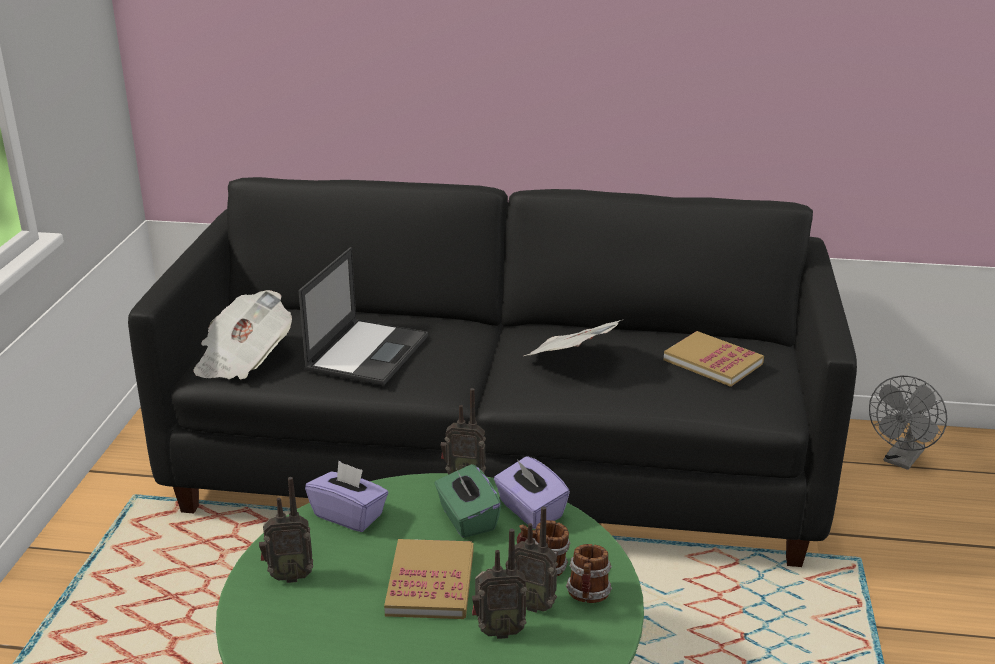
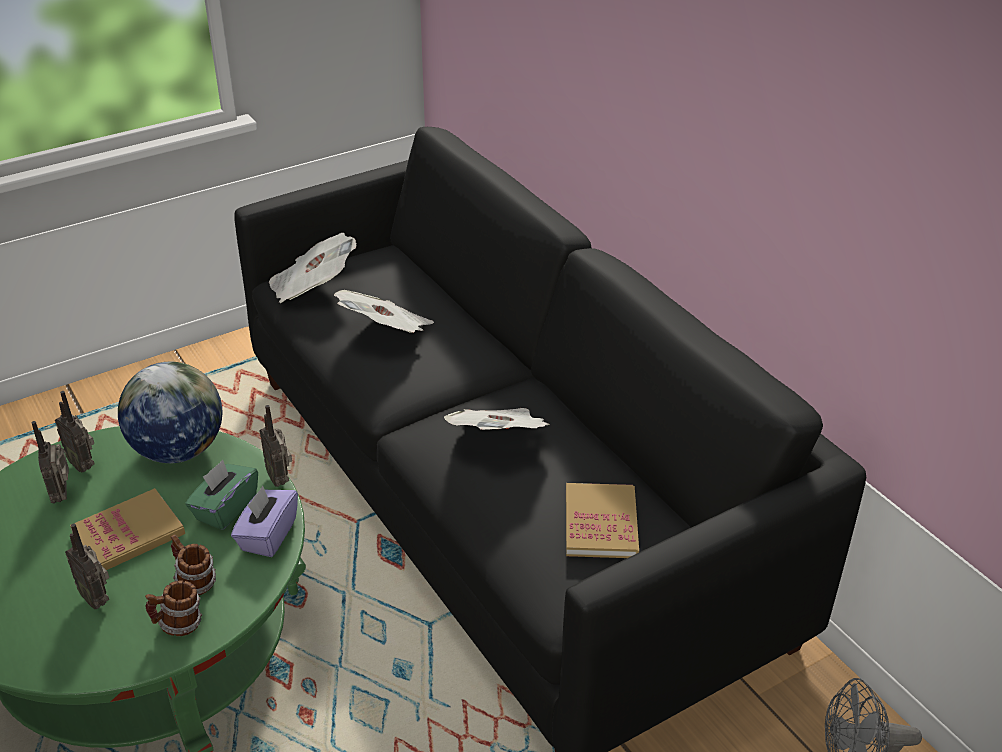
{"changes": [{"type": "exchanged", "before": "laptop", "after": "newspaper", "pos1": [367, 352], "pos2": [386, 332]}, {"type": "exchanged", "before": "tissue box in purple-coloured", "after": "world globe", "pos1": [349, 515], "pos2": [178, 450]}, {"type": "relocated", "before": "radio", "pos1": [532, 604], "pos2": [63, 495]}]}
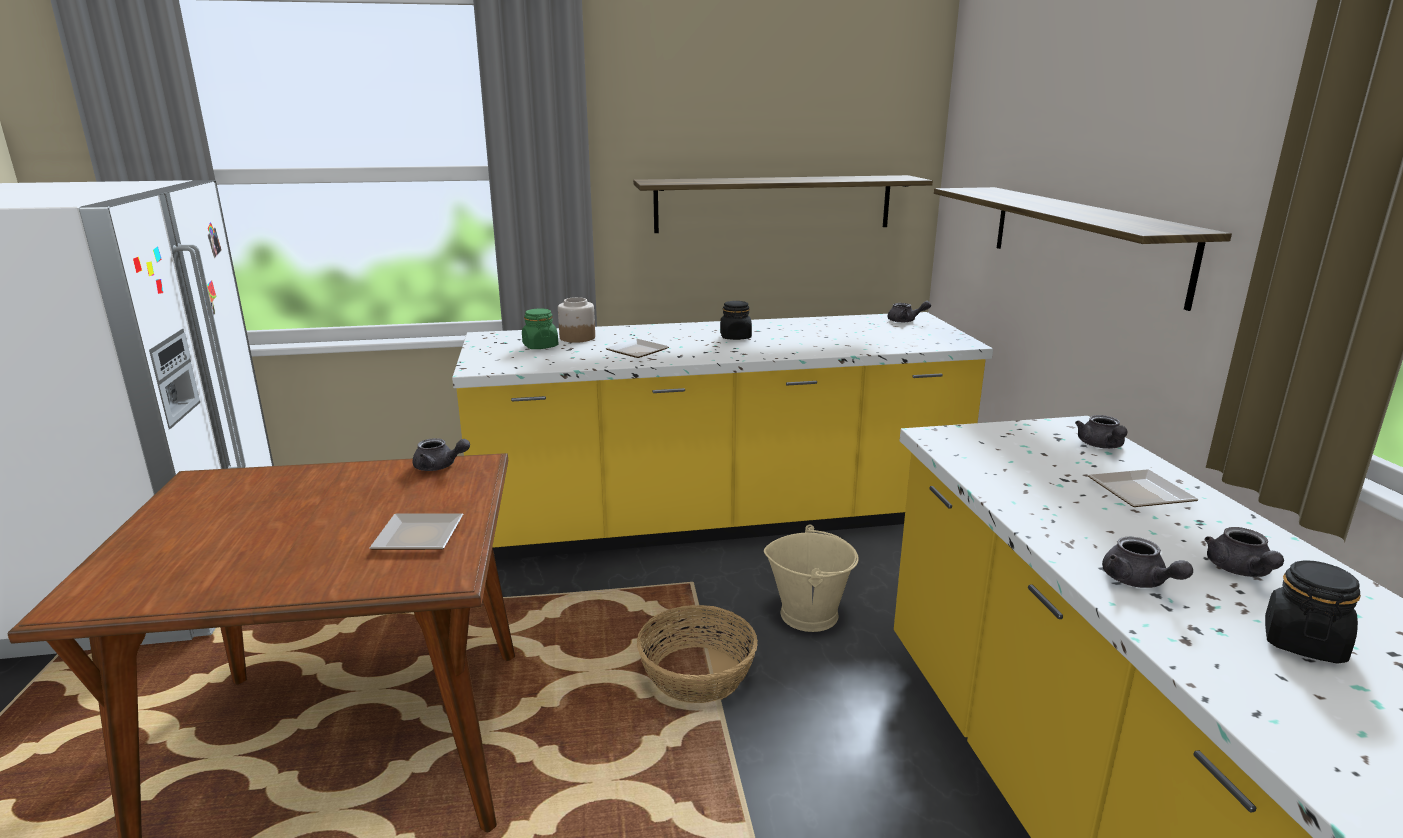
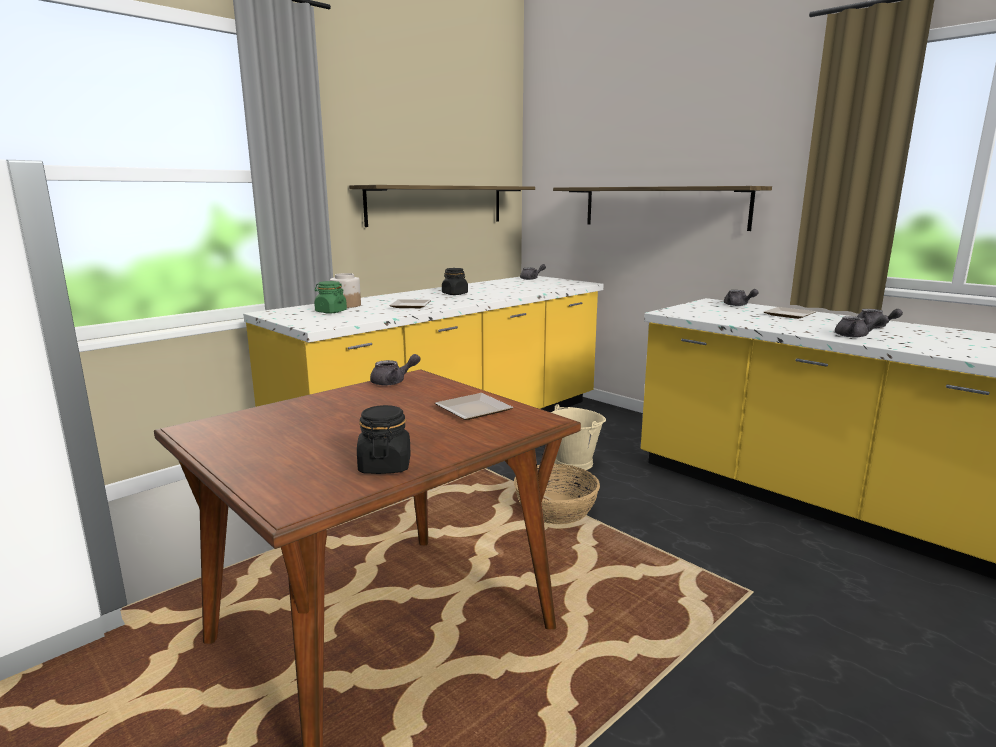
{"changes": [{"type": "relocated", "before": "jar in black", "pos1": [1303, 642], "pos2": [385, 466]}]}
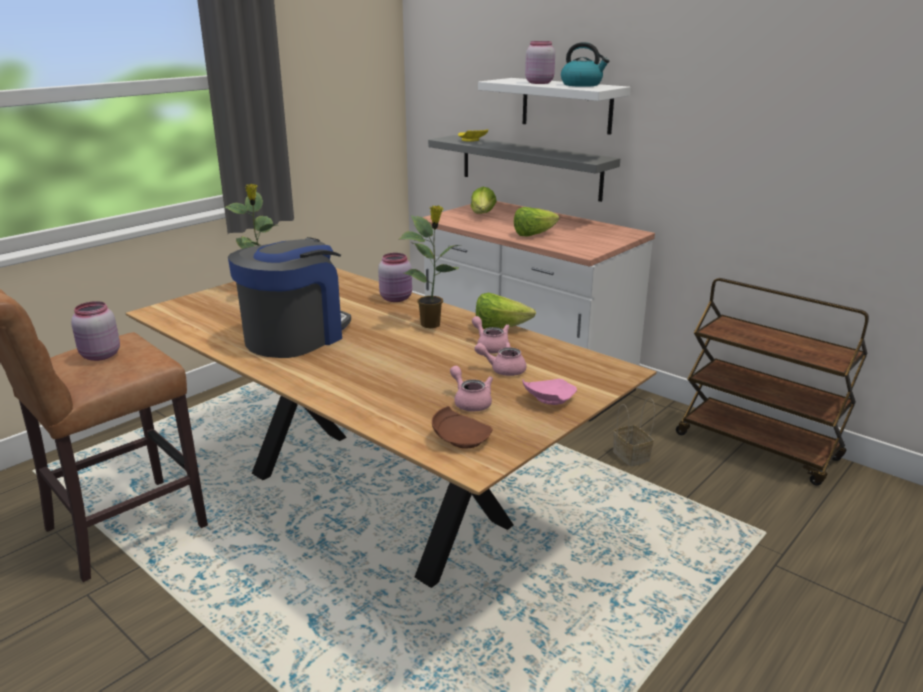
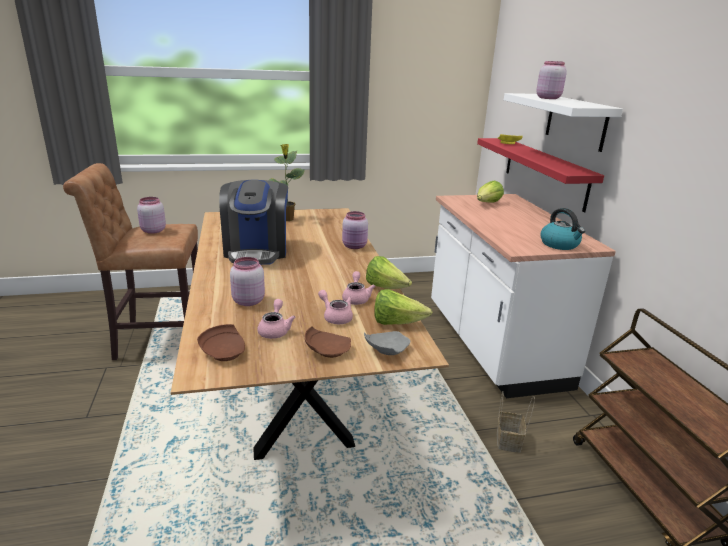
{"changes": [{"type": "spun", "before": "coffee maker", "pos1": [295, 336], "pos2": [256, 251], "turn": 105}, {"type": "missing", "before": "plant in a pot", "pos1": [432, 324]}, {"type": "colour", "before": "shelf in greyish", "after": "shelf in red", "pos1": [529, 167], "pos2": [544, 172]}, {"type": "relocated", "before": "lettuce", "pos1": [533, 234], "pos2": [396, 323]}, {"type": "colour", "before": "flat dish in pink-coloured", "after": "flat dish in brown-coloured", "pos1": [548, 399], "pos2": [327, 350]}, {"type": "relocated", "before": "kettle", "pos1": [582, 85], "pos2": [560, 244]}, {"type": "appeared", "after": "jar in pink-coloured", "pos2": [248, 301]}, {"type": "appeared", "after": "flat dish in greyish", "pos2": [386, 349]}]}
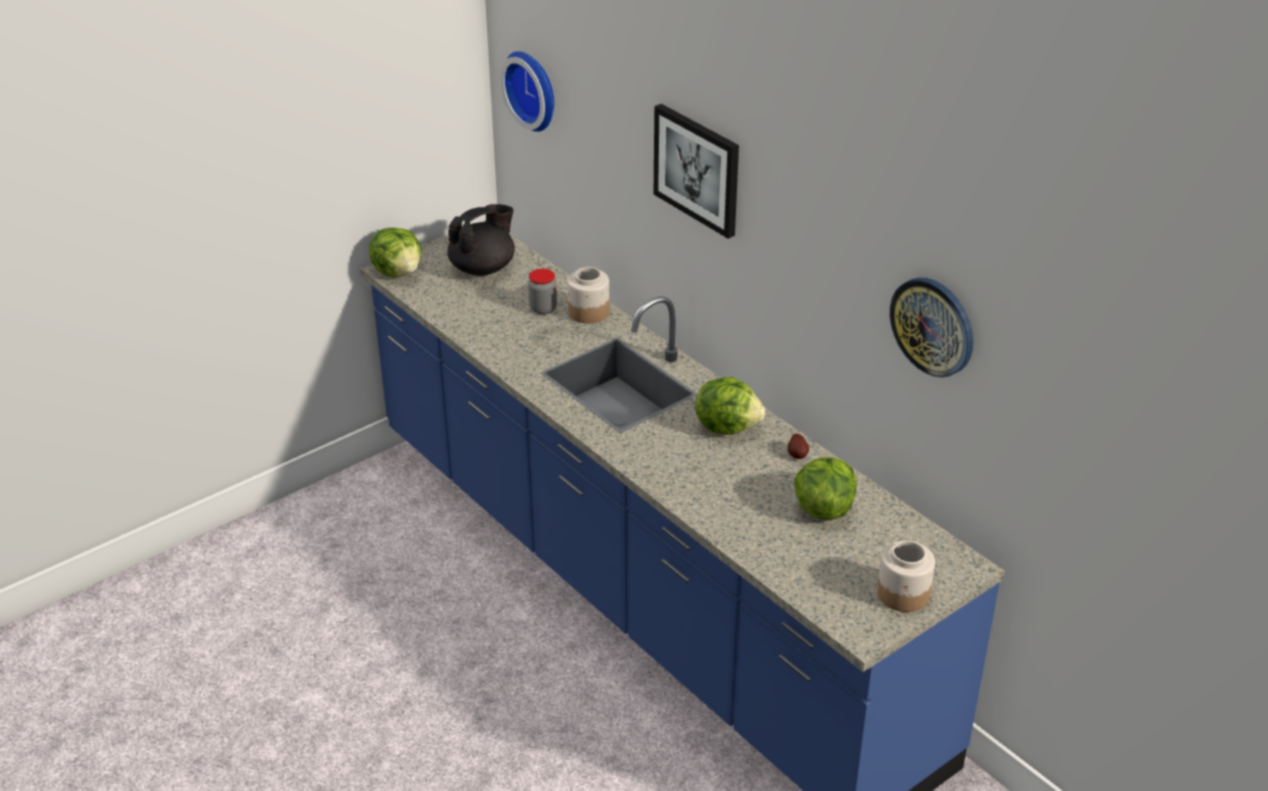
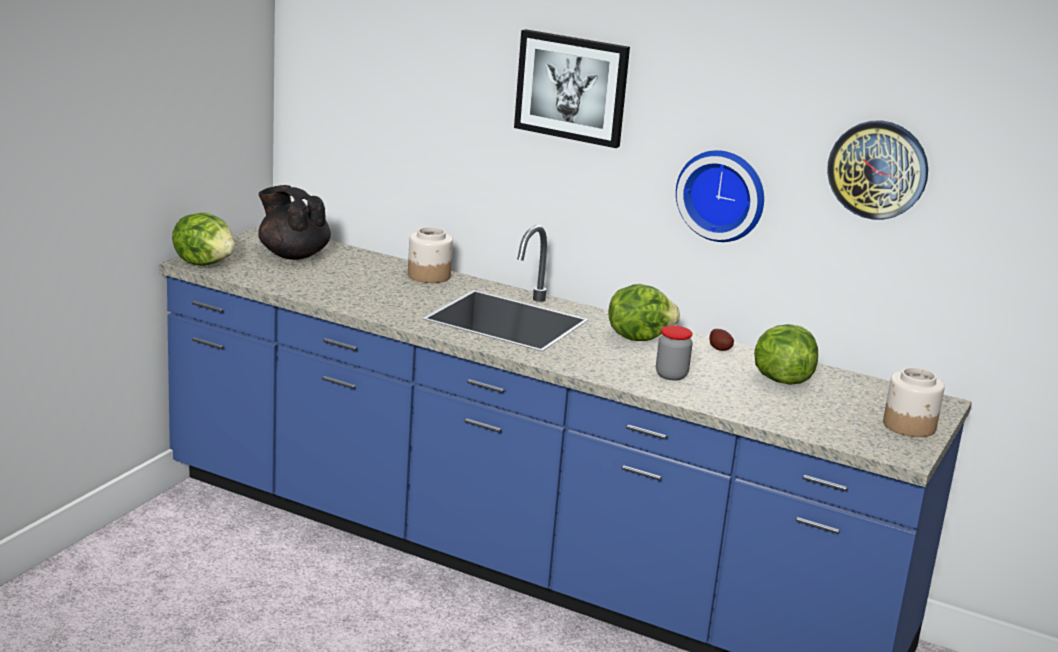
{"changes": [{"type": "spun", "before": "teapot in black", "pos1": [483, 268], "pos2": [293, 255], "turn": -75}, {"type": "relocated", "before": "wall clock", "pos1": [534, 89], "pos2": [722, 194]}, {"type": "relocated", "before": "jar", "pos1": [543, 309], "pos2": [671, 375]}]}
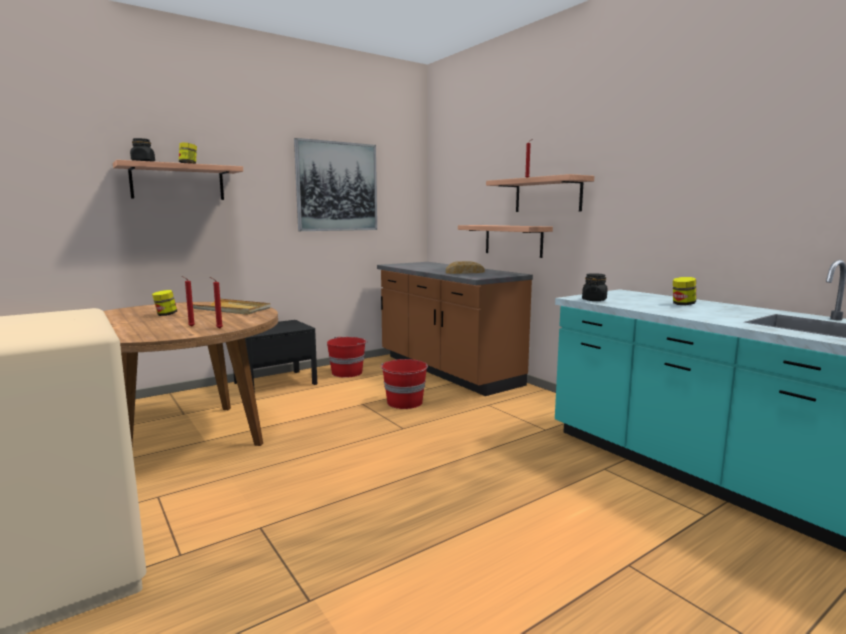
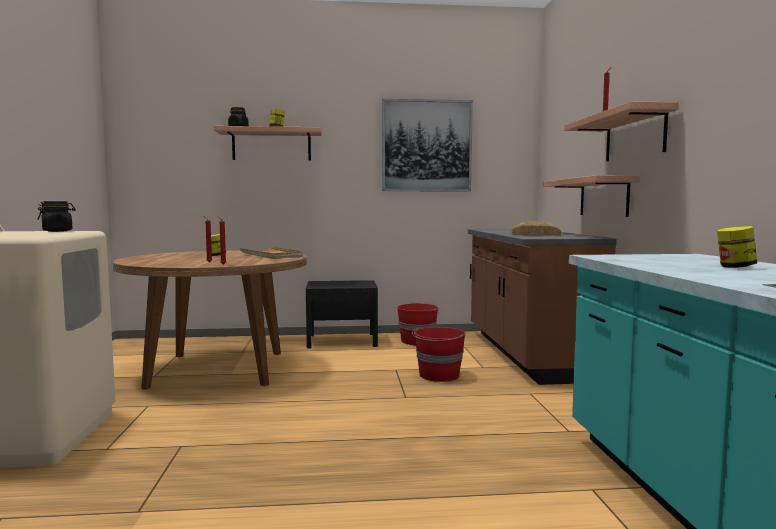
{"changes": [{"type": "relocated", "before": "jar in black", "pos1": [594, 300], "pos2": [57, 231]}]}
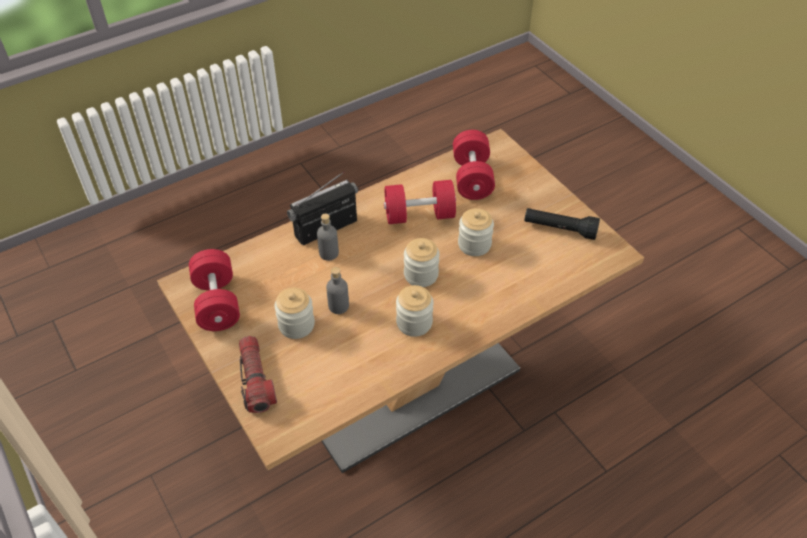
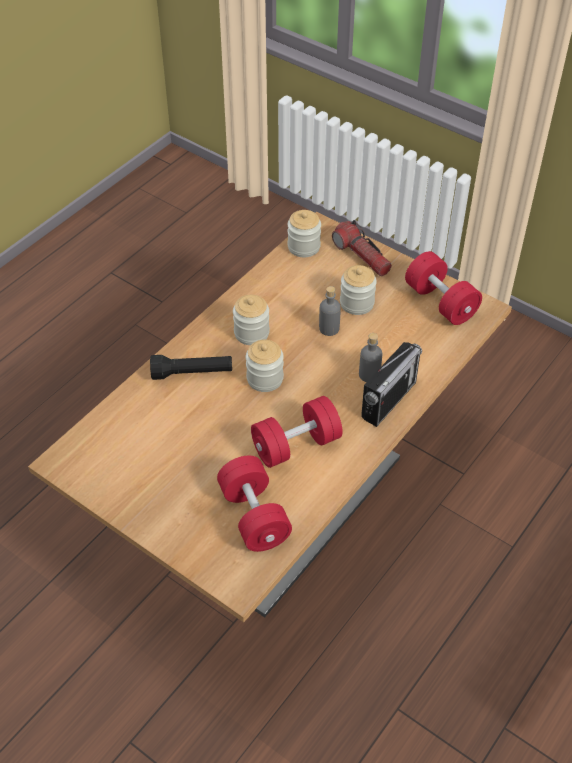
{"changes": [{"type": "relocated", "before": "jar", "pos1": [474, 244], "pos2": [303, 247]}, {"type": "relocated", "before": "torch in black", "pos1": [559, 229], "pos2": [192, 373]}]}
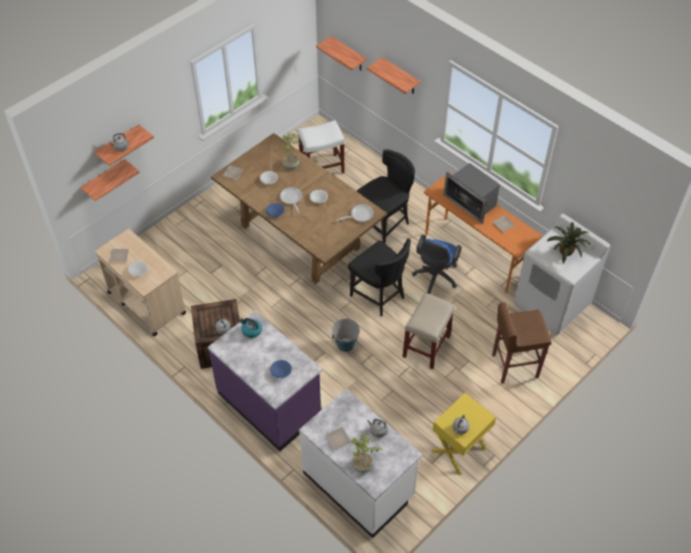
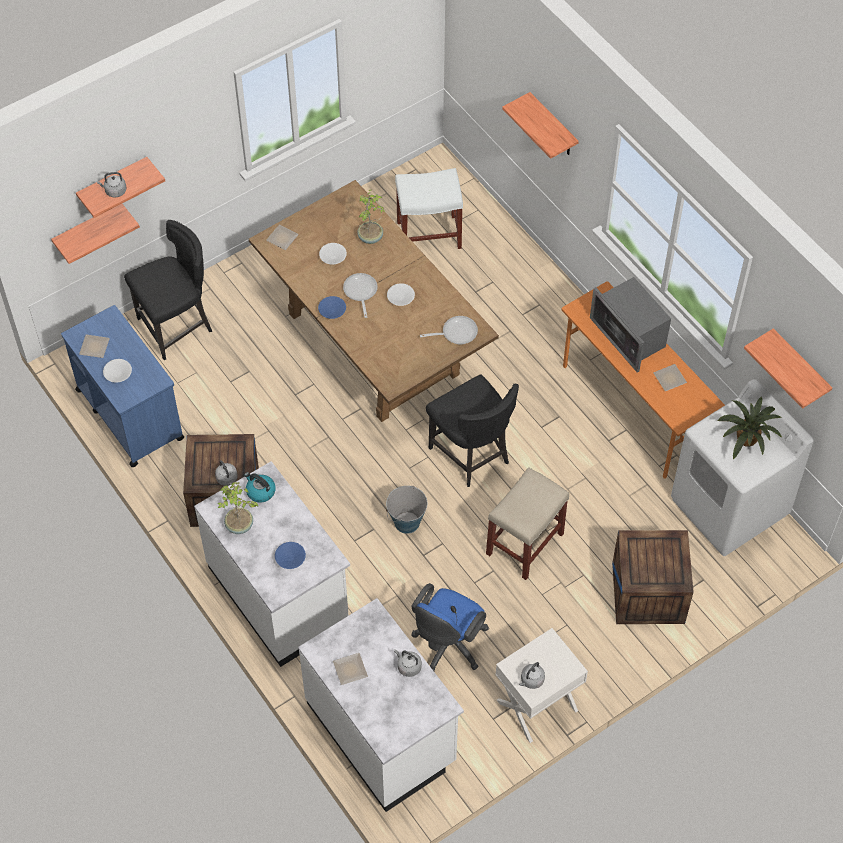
{"changes": [{"type": "colour", "before": "trolley in beige", "after": "trolley in bluish", "pos1": [146, 302], "pos2": [129, 413]}, {"type": "colour", "before": "counter in purple-coloured", "after": "counter in white-coloured", "pos1": [270, 403], "pos2": [279, 594]}, {"type": "relocated", "before": "shelf", "pos1": [348, 54], "pos2": [799, 367]}, {"type": "relocated", "before": "plant in a pot", "pos1": [363, 466], "pos2": [239, 526]}, {"type": "relocated", "before": "upright chair in black", "pos1": [385, 224], "pos2": [177, 327]}, {"type": "relocated", "before": "office chair in bluish", "pos1": [435, 278], "pos2": [447, 645]}, {"type": "colour", "before": "night table in yellow", "after": "night table in white-coloured", "pos1": [459, 449], "pos2": [537, 706]}, {"type": "exchanged", "before": "stool in brown-coloured", "after": "packing crate", "pos1": [514, 365], "pos2": [648, 593]}]}
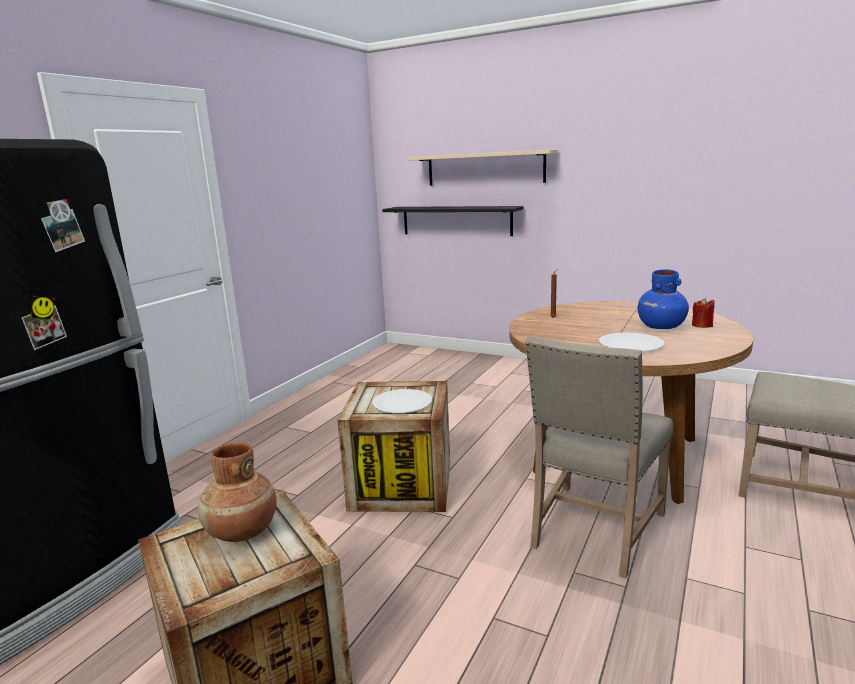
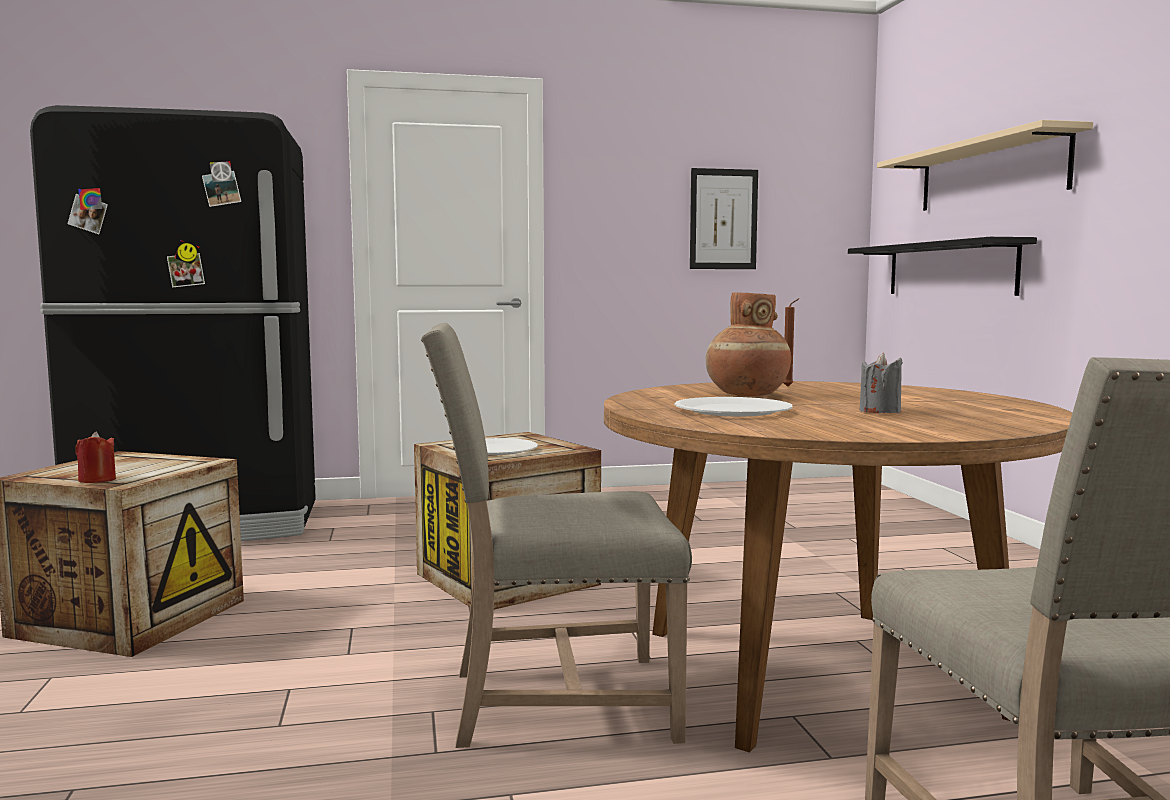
{"changes": [{"type": "relocated", "before": "vase in brown-coloured", "pos1": [241, 531], "pos2": [746, 394]}, {"type": "exchanged", "before": "vase in bluish", "after": "wax light in greyish", "pos1": [661, 327], "pos2": [880, 411]}, {"type": "relocated", "before": "wax light in red", "pos1": [702, 325], "pos2": [97, 480]}, {"type": "appeared", "after": "wall picture", "pos2": [723, 219]}]}
